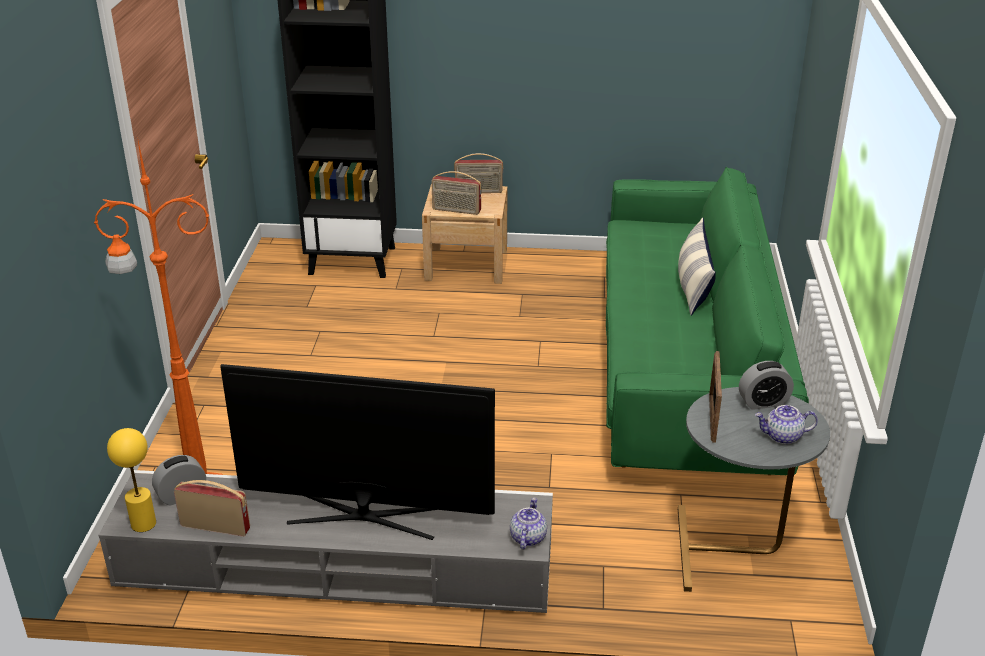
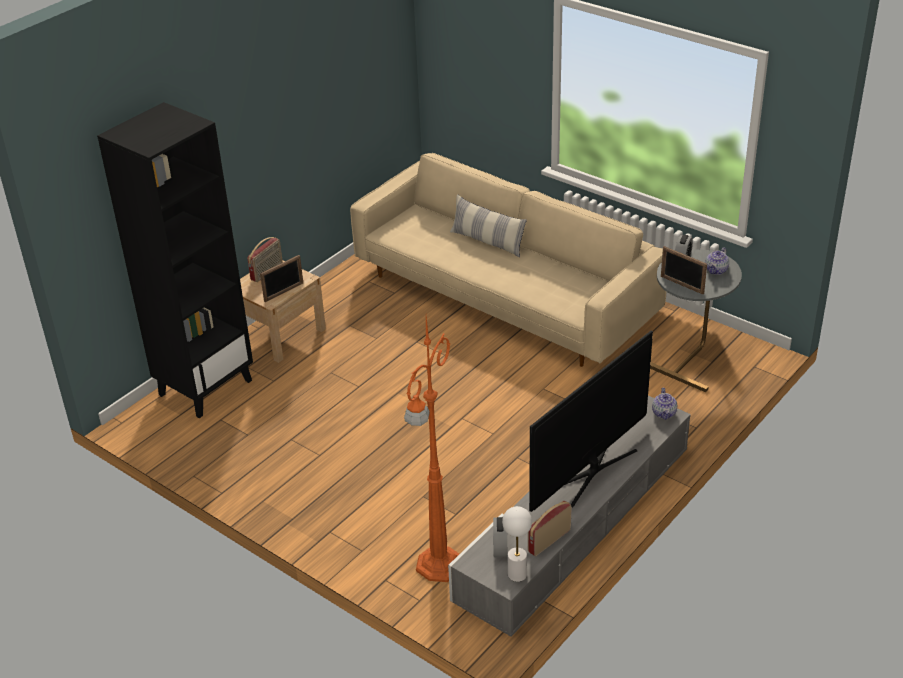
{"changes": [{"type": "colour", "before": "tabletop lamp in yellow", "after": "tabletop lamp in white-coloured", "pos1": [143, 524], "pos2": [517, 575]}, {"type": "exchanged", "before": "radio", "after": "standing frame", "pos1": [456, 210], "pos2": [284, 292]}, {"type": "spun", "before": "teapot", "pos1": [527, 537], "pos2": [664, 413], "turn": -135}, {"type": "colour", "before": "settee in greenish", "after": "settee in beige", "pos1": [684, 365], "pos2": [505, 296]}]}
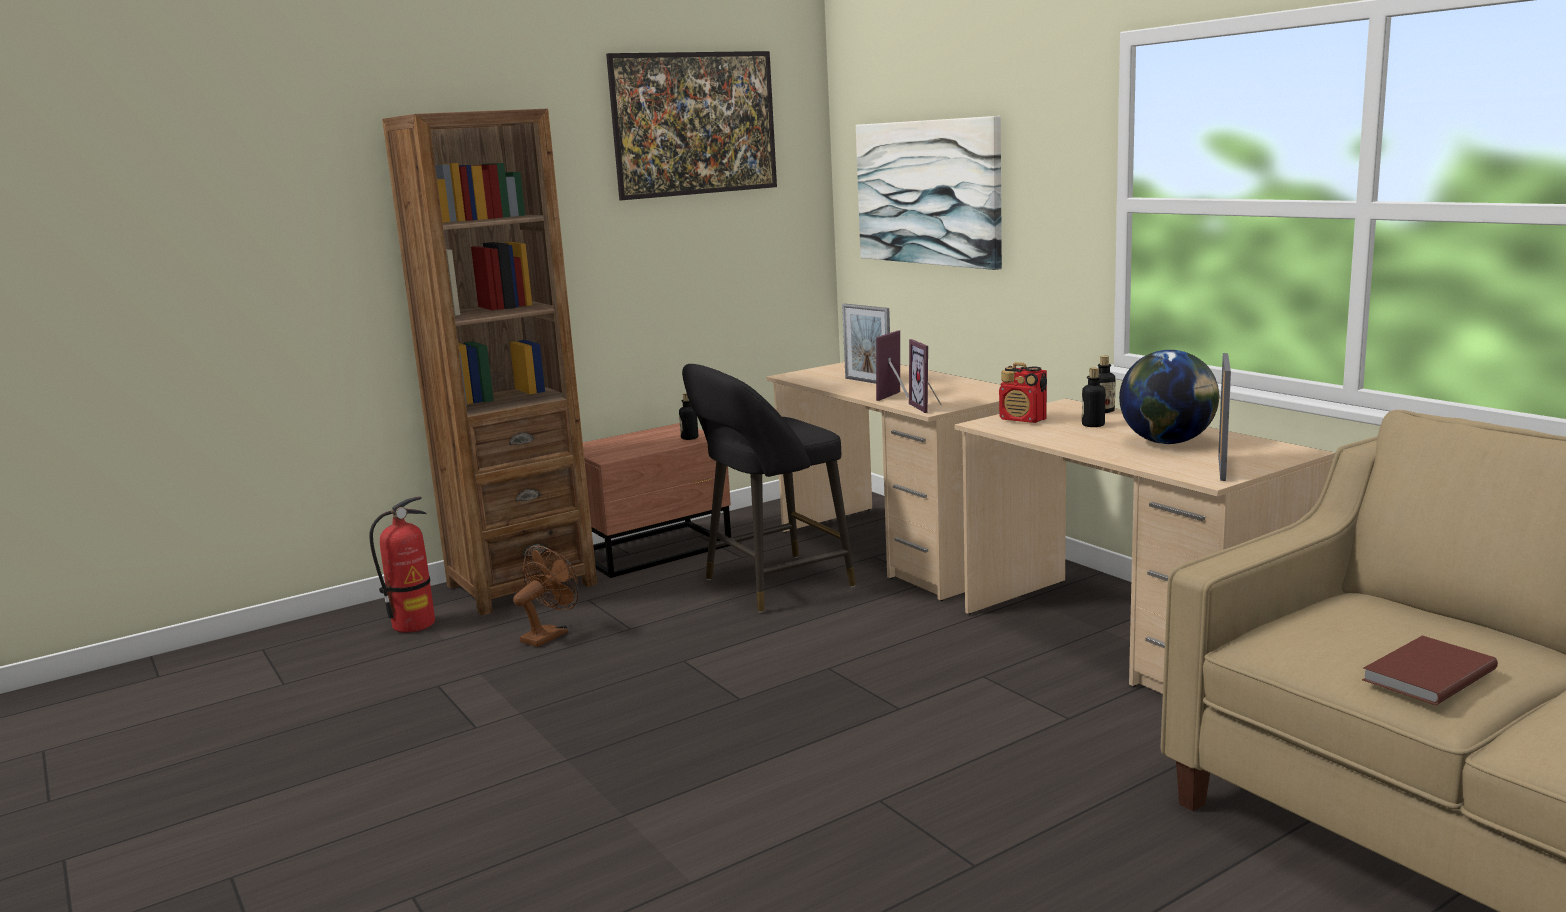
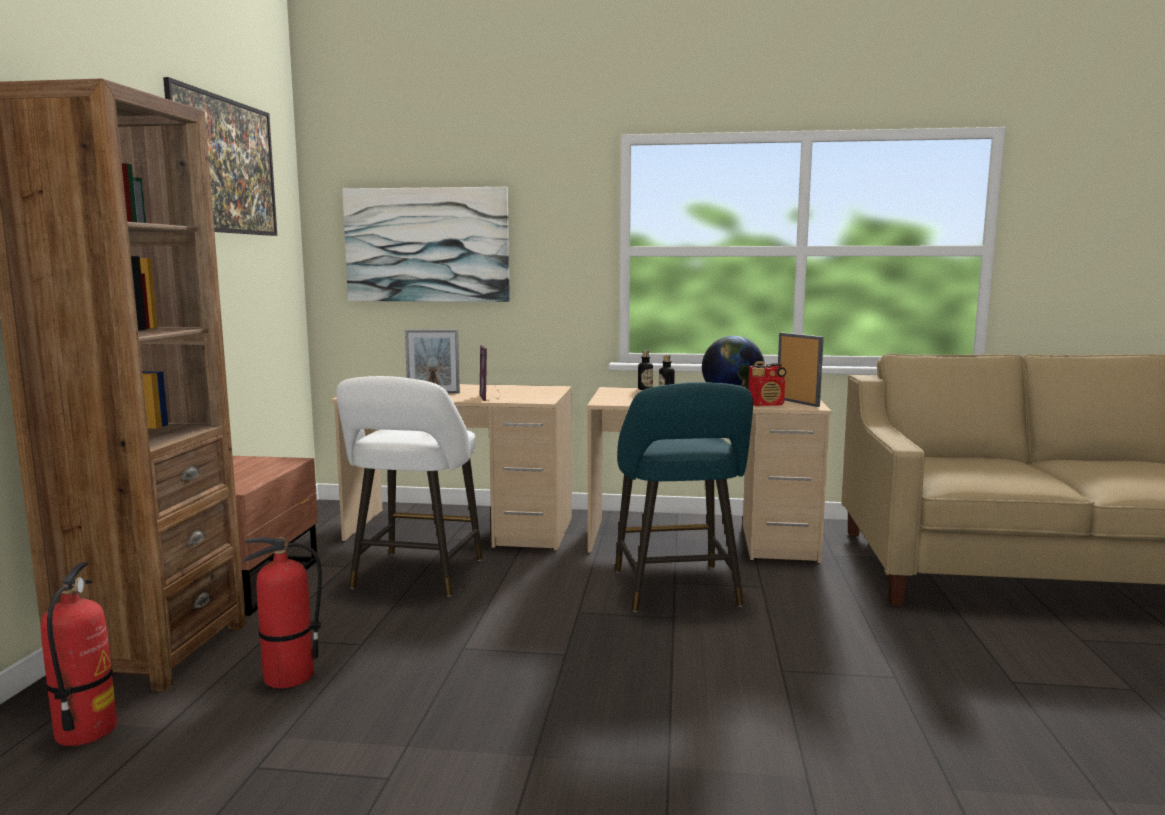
{"changes": [{"type": "exchanged", "before": "fan in brown-coloured", "after": "fire extinguisher", "pos1": [549, 635], "pos2": [288, 677]}, {"type": "missing", "before": "beverage bottle", "pos1": [689, 438]}, {"type": "colour", "before": "stool in black", "after": "stool in white-coloured", "pos1": [771, 585], "pos2": [415, 577]}, {"type": "missing", "before": "standing frame", "pos1": [928, 407]}, {"type": "relocated", "before": "radio", "pos1": [1023, 420], "pos2": [766, 405]}, {"type": "missing", "before": "book in brown-coloured", "pos1": [1425, 674]}, {"type": "appeared", "after": "stool in turquoise-coloured", "pos2": [677, 592]}]}
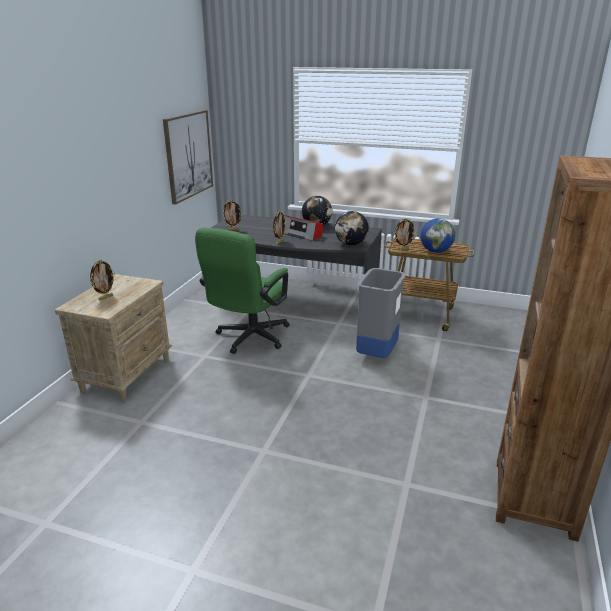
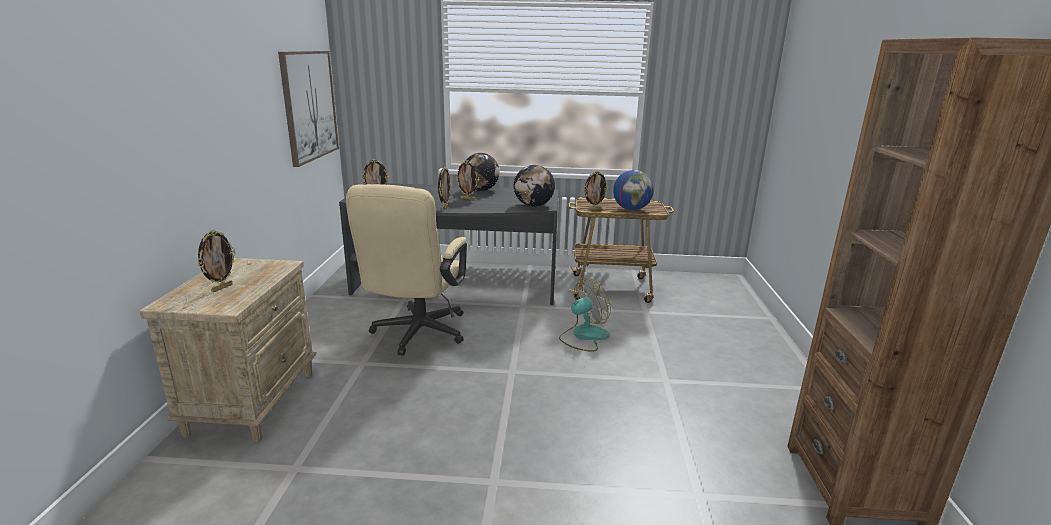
{"changes": [{"type": "colour", "before": "office chair in greenish", "after": "office chair in beige", "pos1": [249, 339], "pos2": [416, 335]}, {"type": "exchanged", "before": "radio", "after": "standing frame", "pos1": [302, 234], "pos2": [468, 199]}, {"type": "exchanged", "before": "trash can in greyish", "after": "fan", "pos1": [376, 354], "pos2": [583, 336]}]}
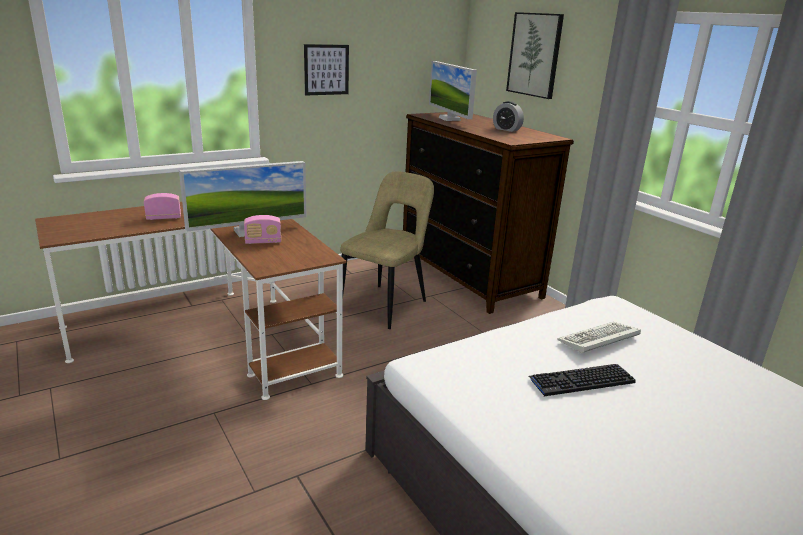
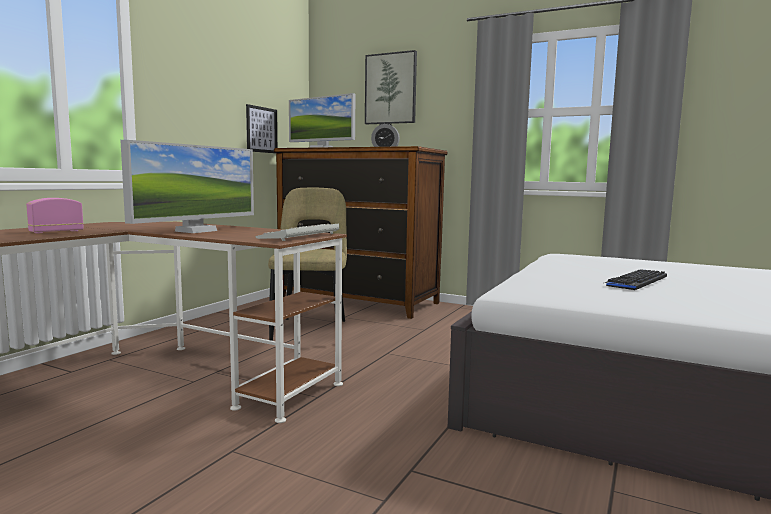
{"changes": [{"type": "missing", "before": "radio", "pos1": [263, 242]}, {"type": "relocated", "before": "wall picture", "pos1": [326, 69], "pos2": [261, 129]}, {"type": "relocated", "before": "keyboard", "pos1": [598, 340], "pos2": [299, 236]}]}
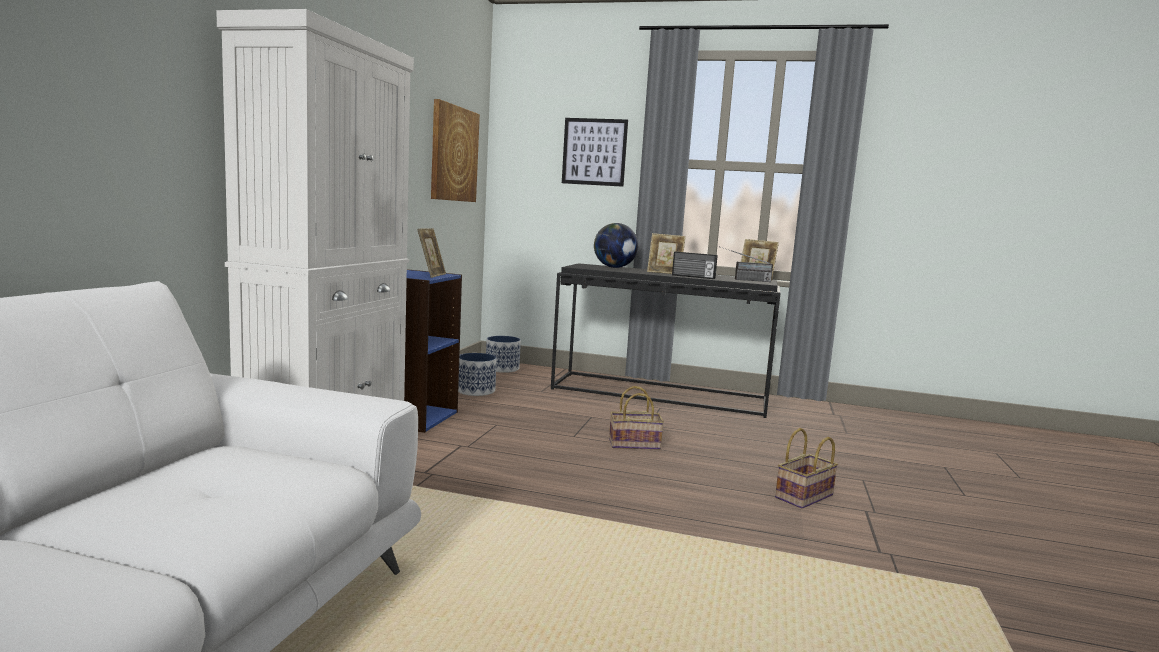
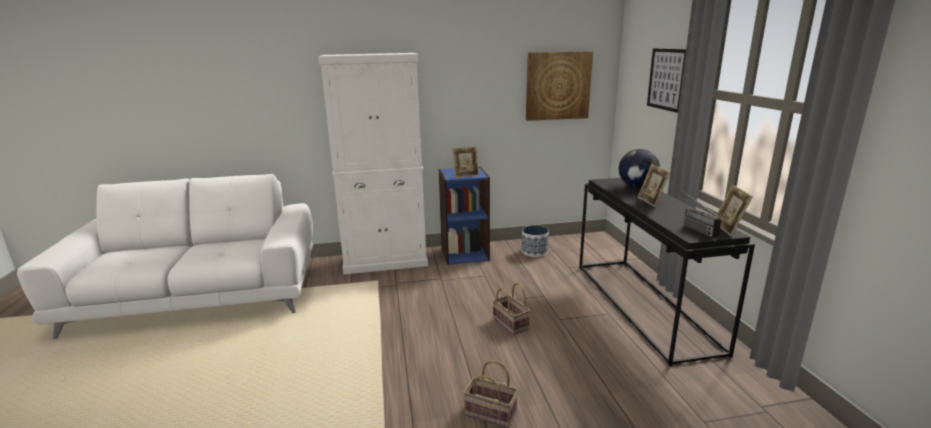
{"changes": [{"type": "missing", "before": "plant pot", "pos1": [502, 368]}, {"type": "missing", "before": "radio", "pos1": [693, 277]}]}
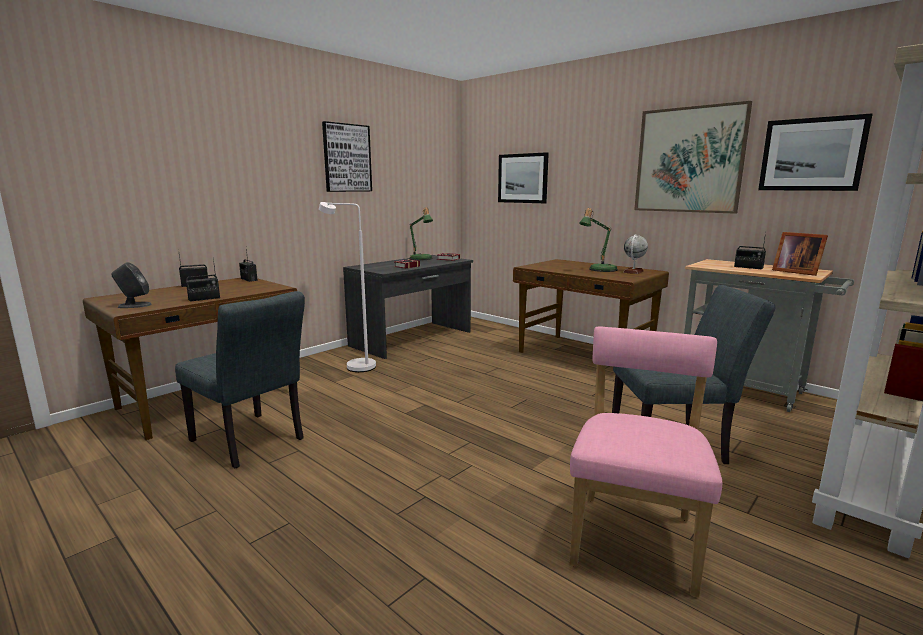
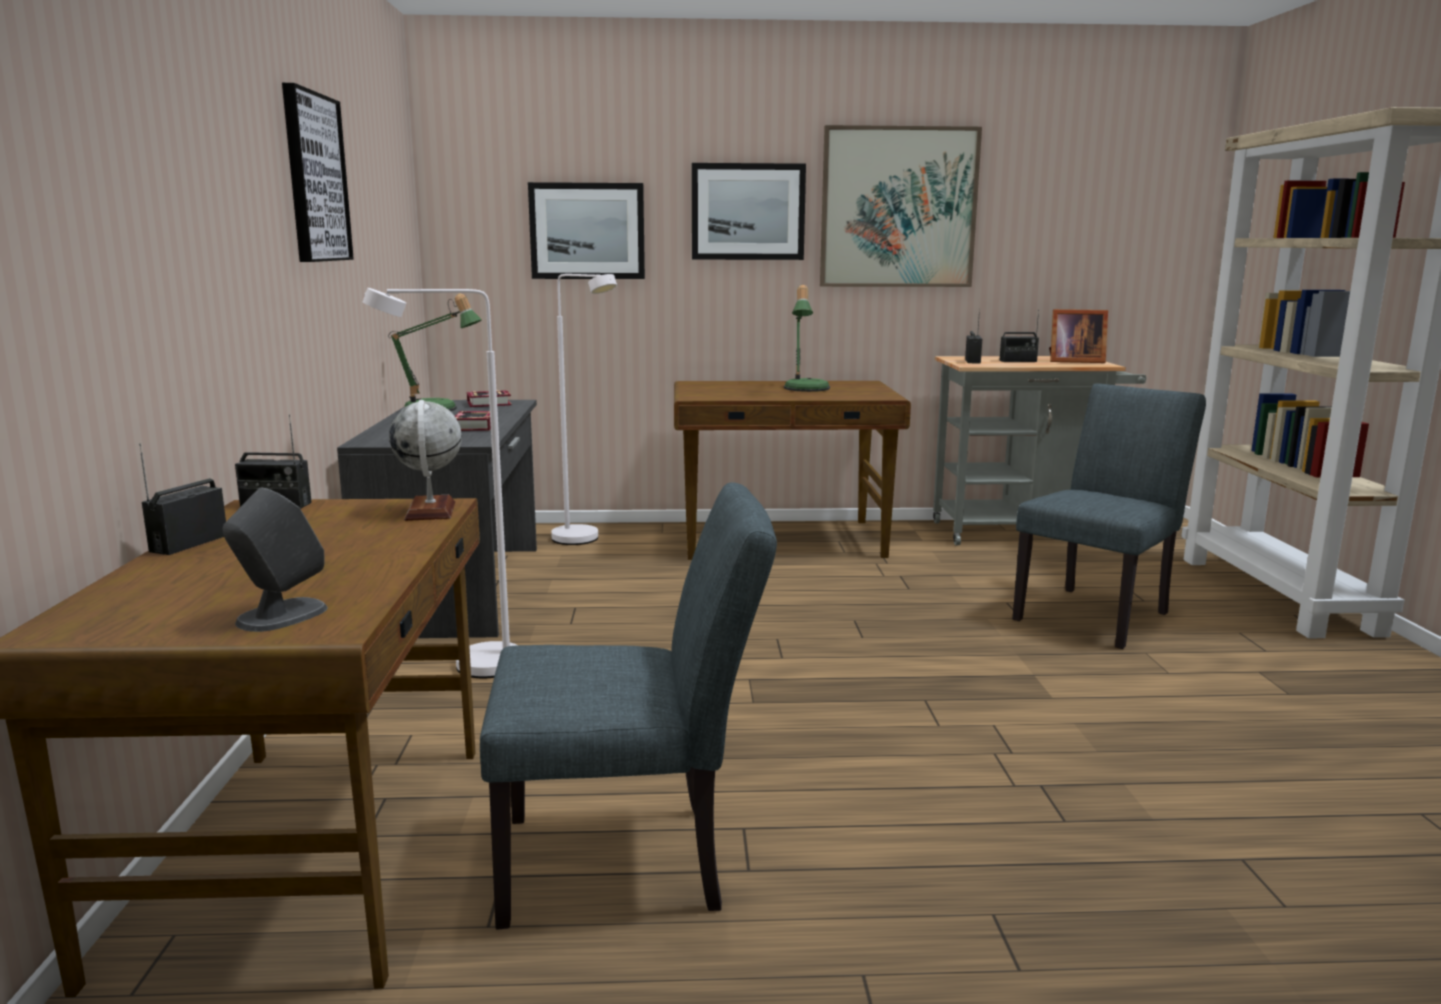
{"changes": [{"type": "relocated", "before": "radio", "pos1": [204, 298], "pos2": [973, 361]}, {"type": "missing", "before": "upright chair in pink-coloured", "pos1": [635, 536]}, {"type": "relocated", "before": "world globe", "pos1": [633, 271], "pos2": [430, 511]}, {"type": "relocated", "before": "wall picture", "pos1": [811, 154], "pos2": [748, 212]}, {"type": "appeared", "after": "standard lamp in white-coloured", "pos2": [584, 541]}]}
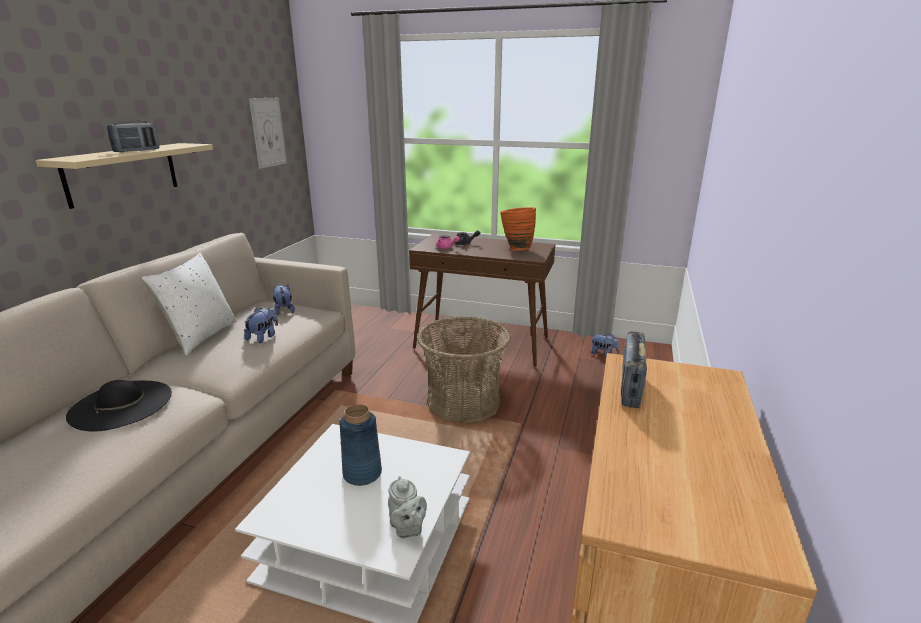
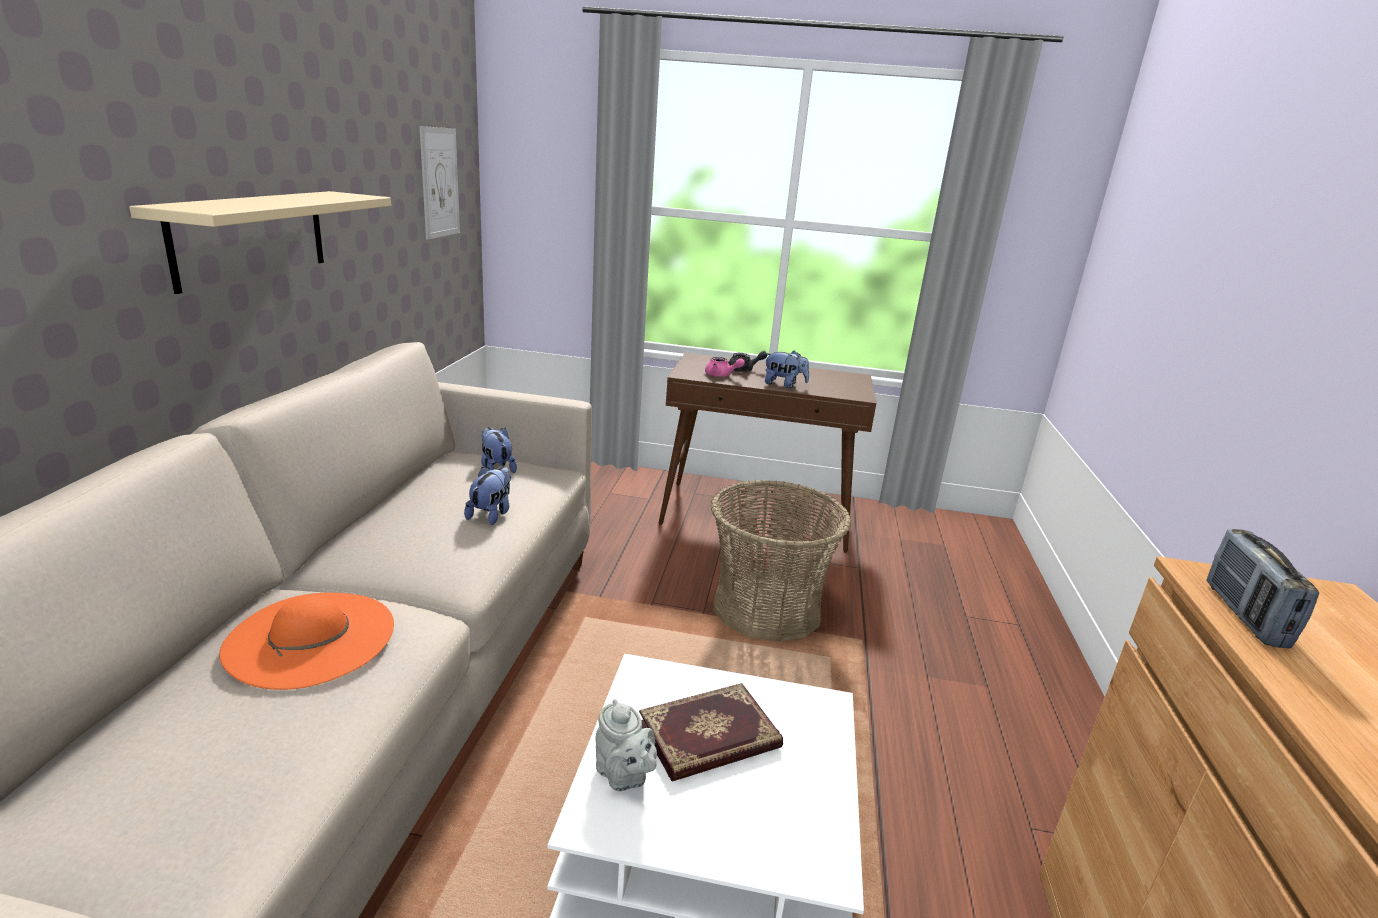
{"changes": [{"type": "colour", "before": "hat in black", "after": "hat in orange", "pos1": [121, 404], "pos2": [310, 637]}, {"type": "missing", "before": "radio", "pos1": [137, 151]}, {"type": "missing", "before": "pillow in white-coloured", "pos1": [201, 336]}, {"type": "exchanged", "before": "vase in bluish", "after": "book", "pos1": [362, 474], "pos2": [710, 737]}, {"type": "relocated", "before": "teapot in greyish", "pos1": [407, 528], "pos2": [623, 776]}, {"type": "missing", "before": "vase in orange", "pos1": [516, 249]}, {"type": "relocated", "before": "cuddly toy", "pos1": [604, 354], "pos2": [784, 385]}]}
